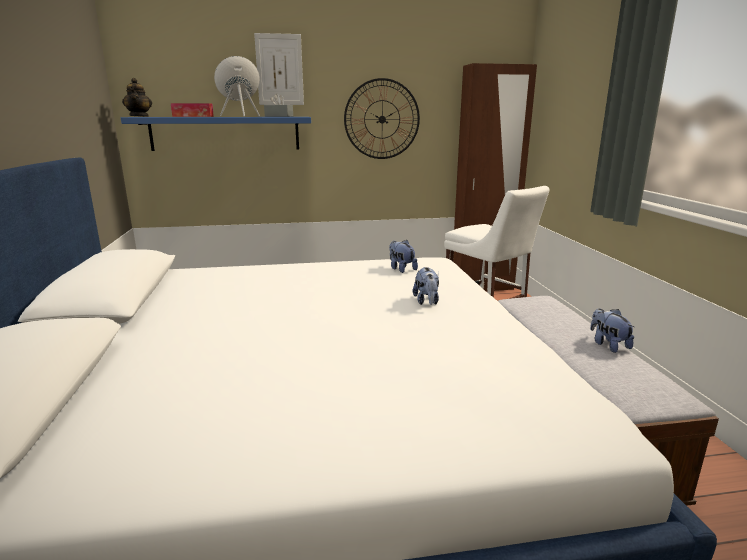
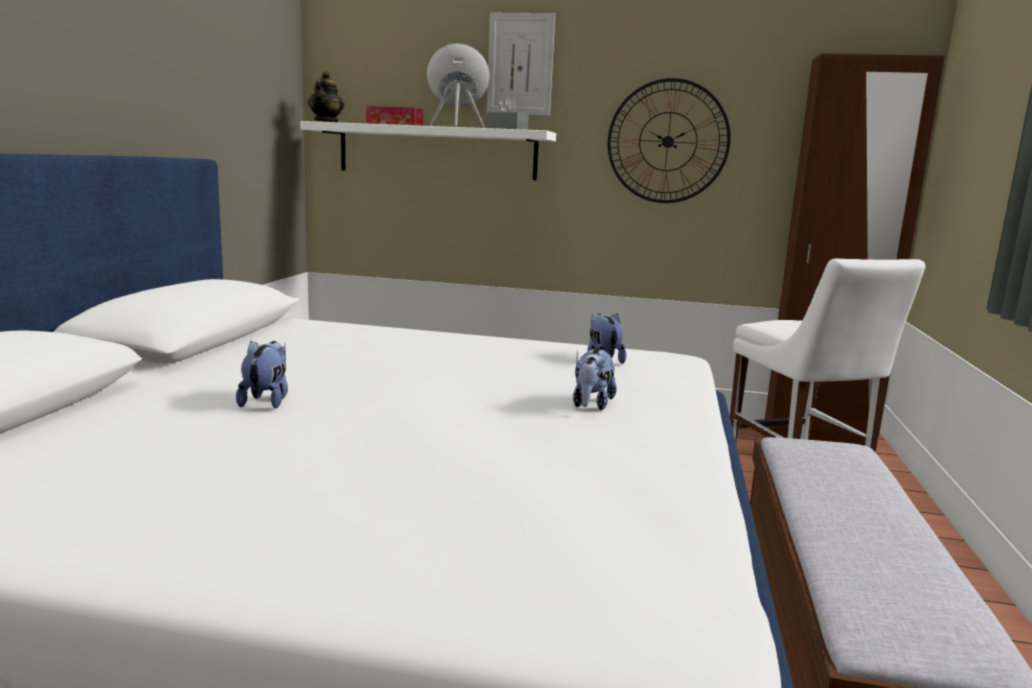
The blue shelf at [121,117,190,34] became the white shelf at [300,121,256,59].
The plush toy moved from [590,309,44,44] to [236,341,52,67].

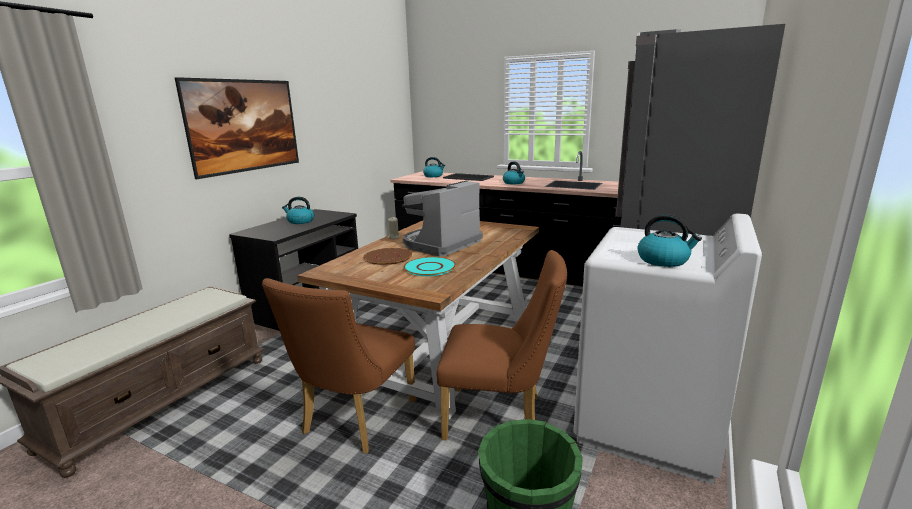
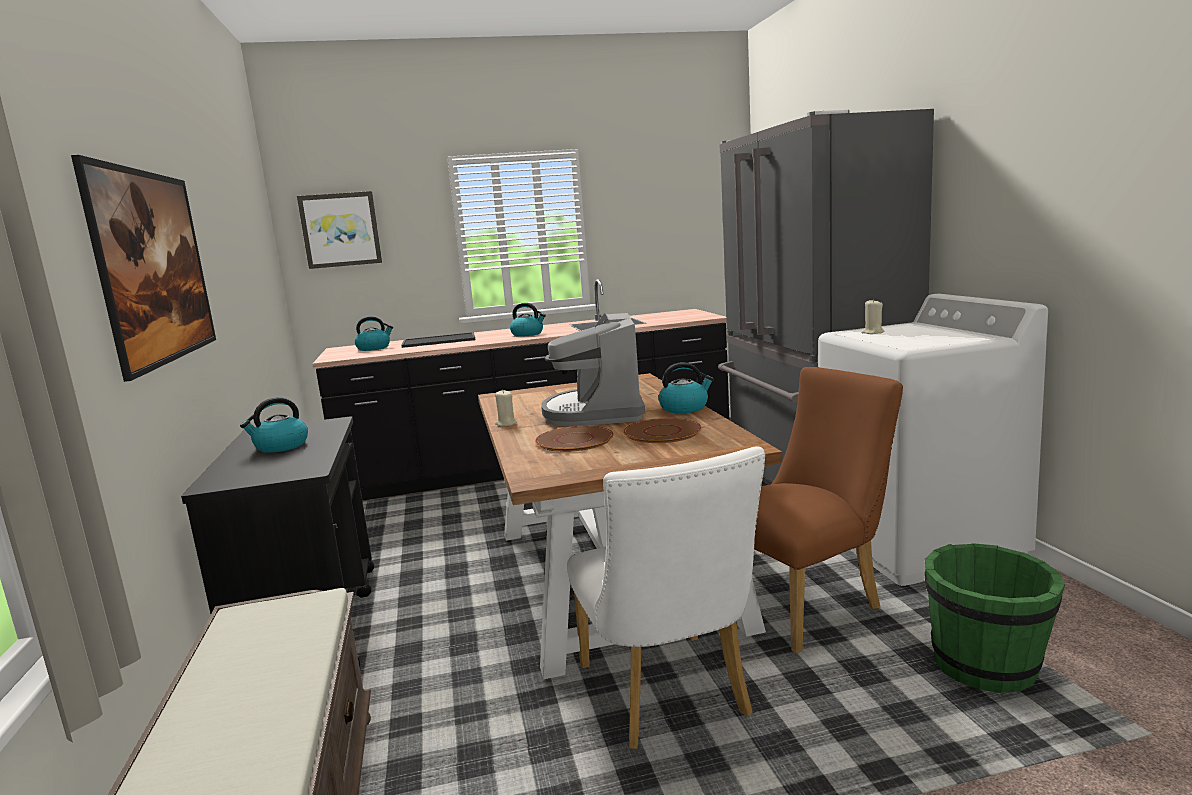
The kettle moved from [638,214,64,53] to [658,362,56,51].
The turquoise plate at [404,257,52,19] became the brown plate at [623,418,79,25].
The brown chair at [262,278,154,176] became the white chair at [567,446,198,303].
The picture at [297,191,85,78] appeared.
The beige candle at [861,299,23,35] appeared.

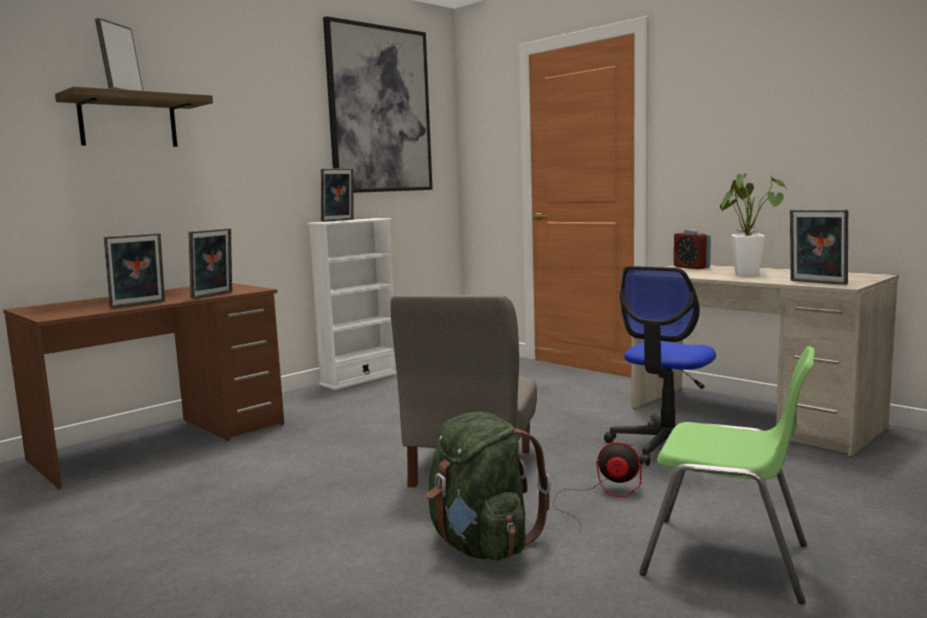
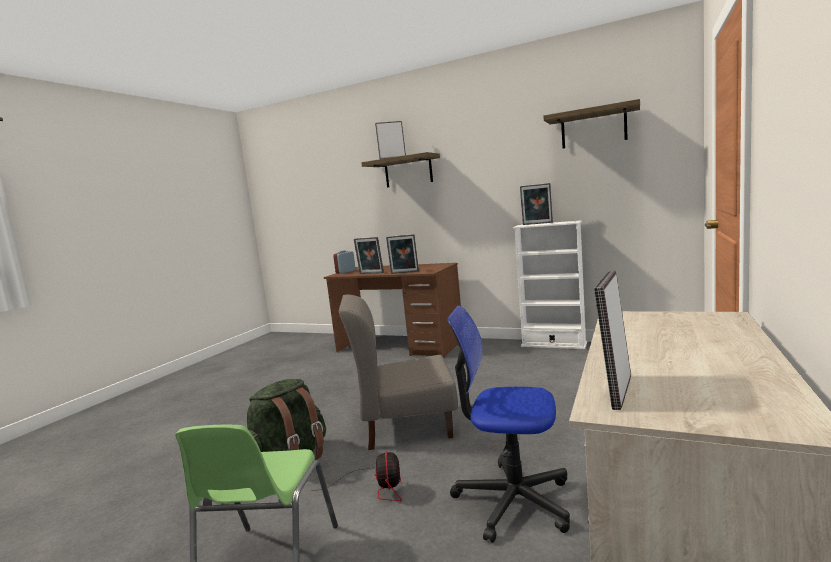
The picture at [323,16,110,177] was replaced by the shelf at [543,99,97,50].
The potted plant at [720,173,67,103] disappeared.
The alarm clock moved from [674,229,37,40] to [333,250,23,24].

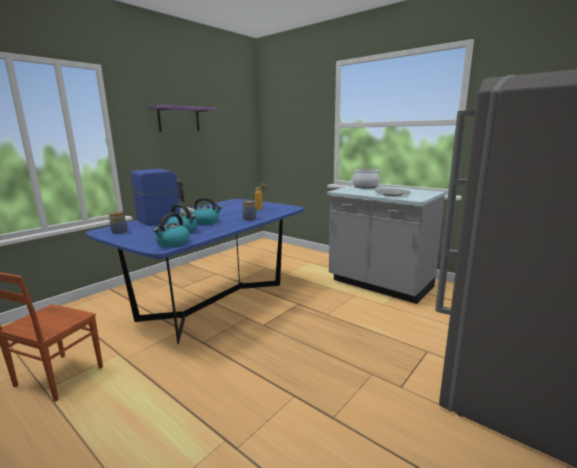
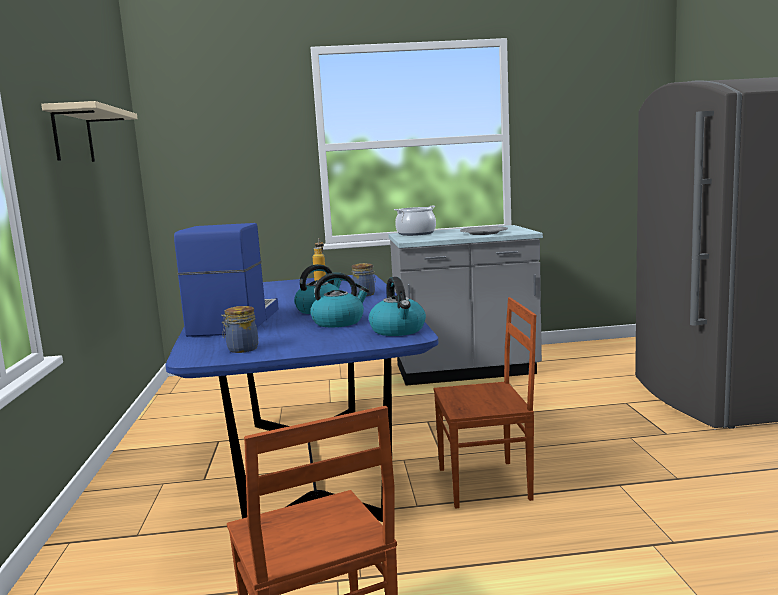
The purple shelf at [148,105,69,26] became the beige shelf at [41,101,96,61].
The brown chair at [433,297,103,212] appeared.

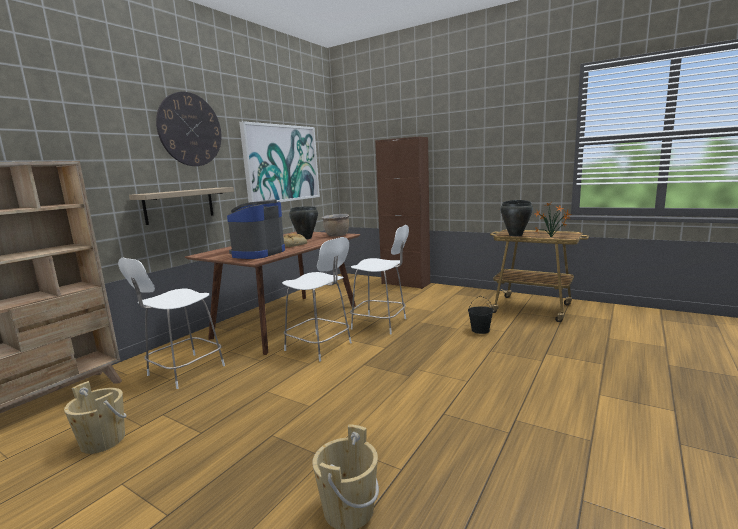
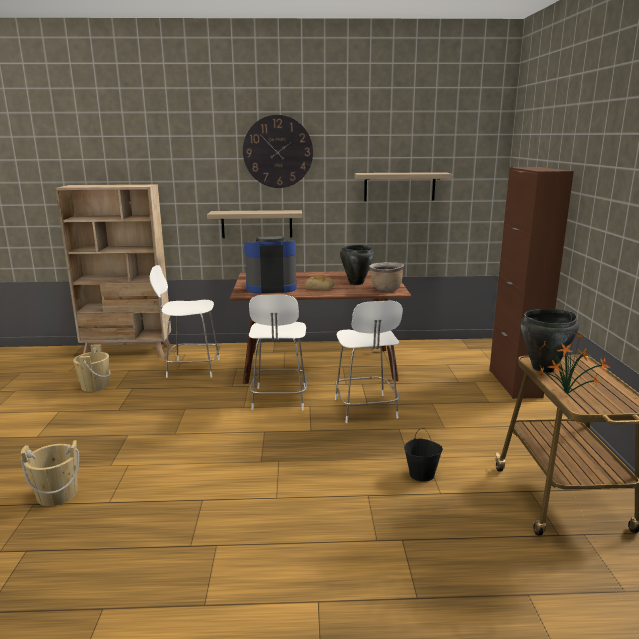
The picture at [239,121,81,81] was replaced by the shelf at [354,172,98,29].

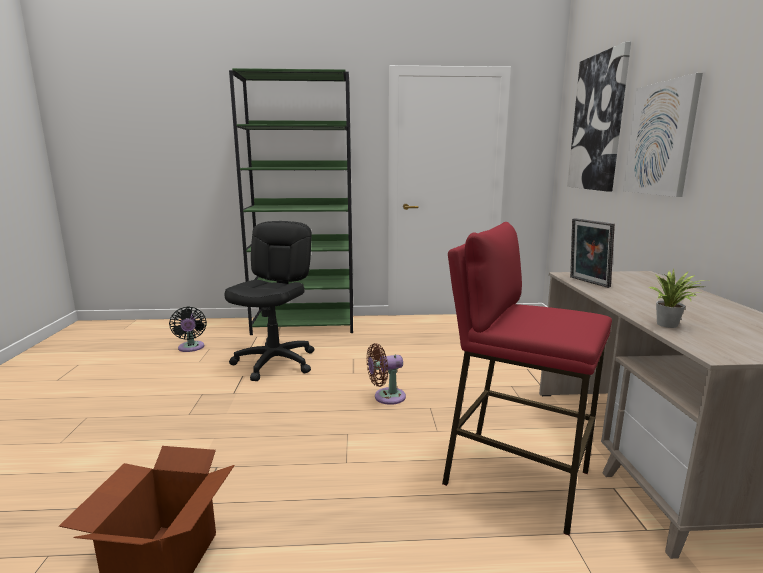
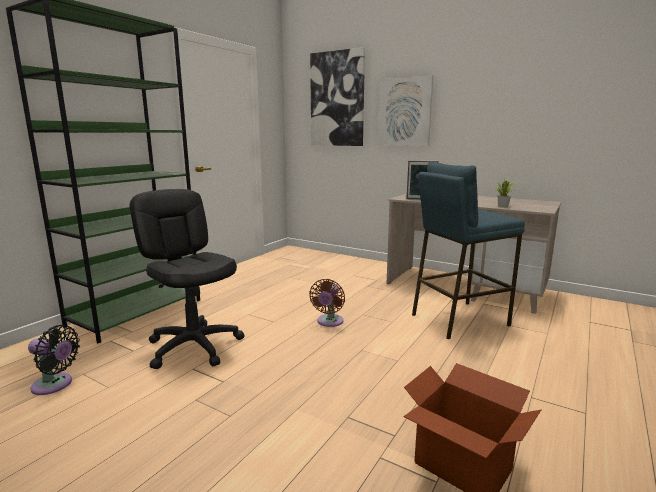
The red stool at [442,222,170,314] became the blue stool at [412,162,113,177].

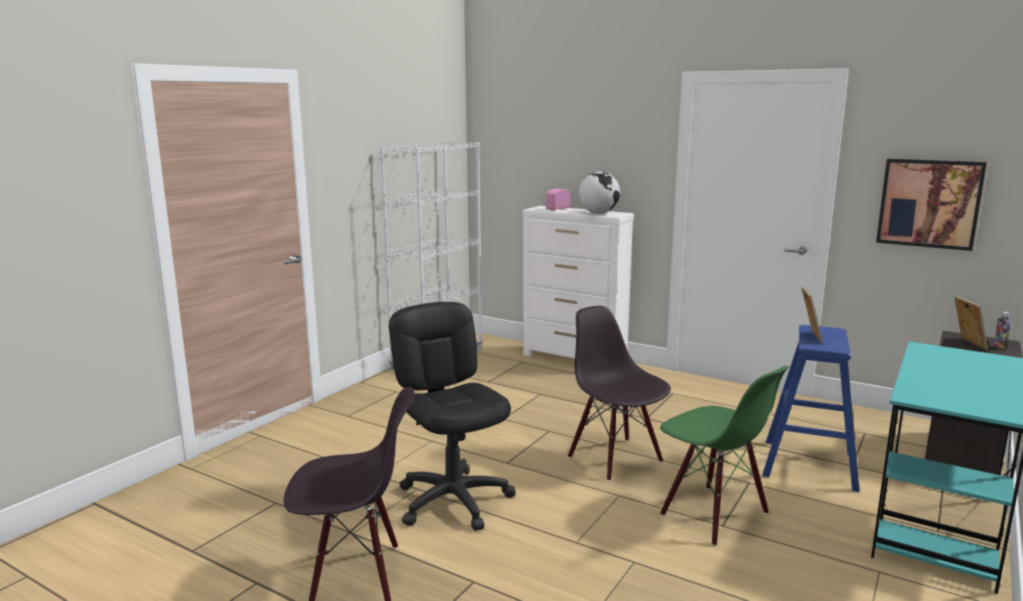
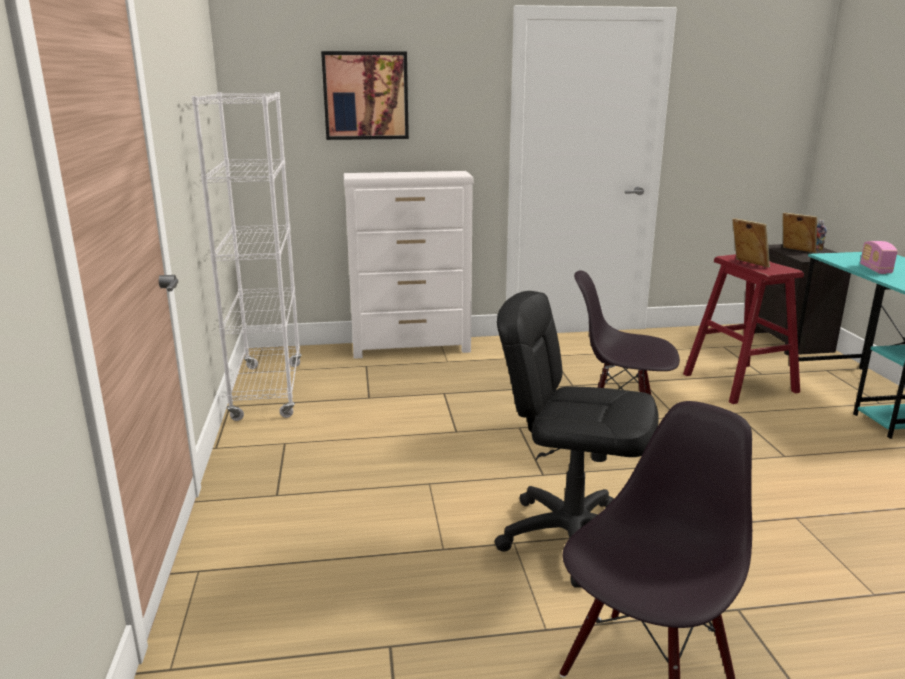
The picture moved from [876,159,111,92] to [321,51,88,89].
The globe at [578,172,42,42] disappeared.
The radio moved from [546,189,24,22] to [860,241,38,33].
The blue stool at [762,325,98,167] became the red stool at [683,254,121,150].
The green chair at [660,366,129,180] disappeared.

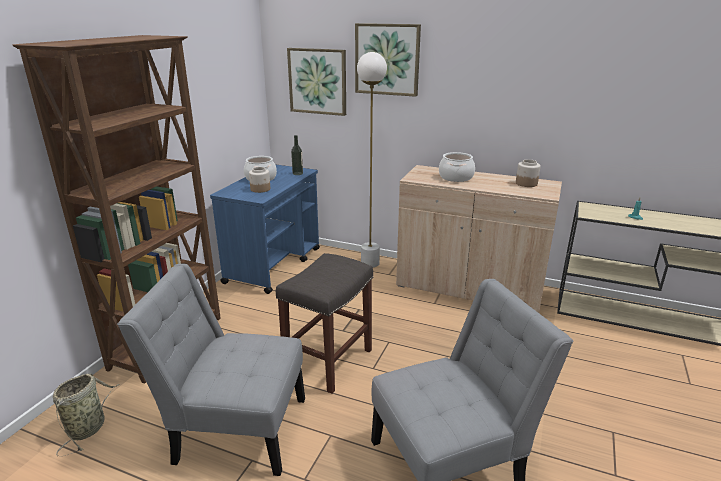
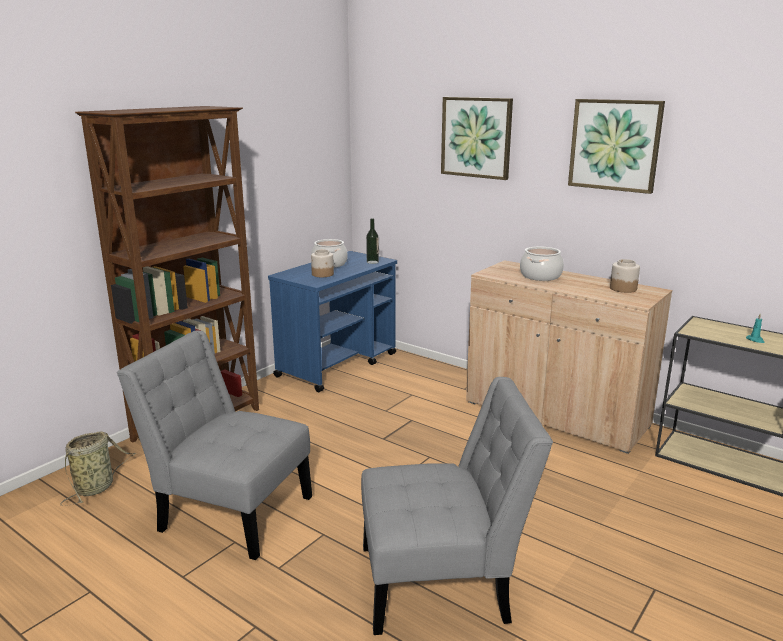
The picture moved from [287,48,59,68] to [568,99,97,95].
The white floor lamp at [357,52,30,216] disappeared.
The grey stool at [276,253,97,141] disappeared.

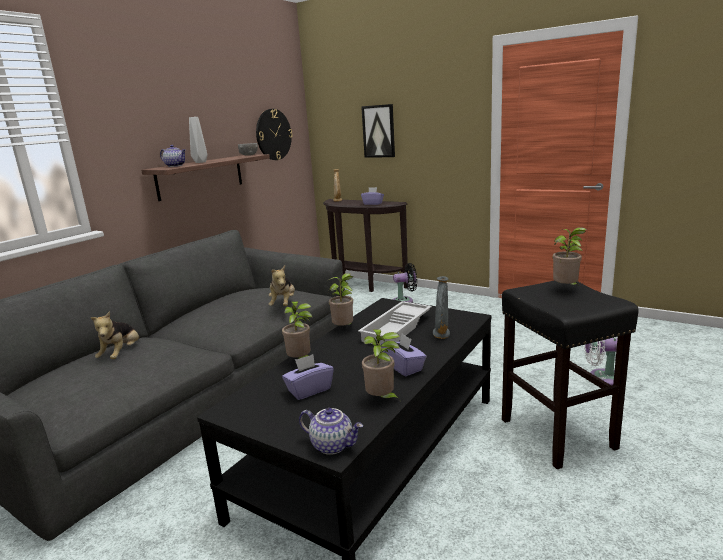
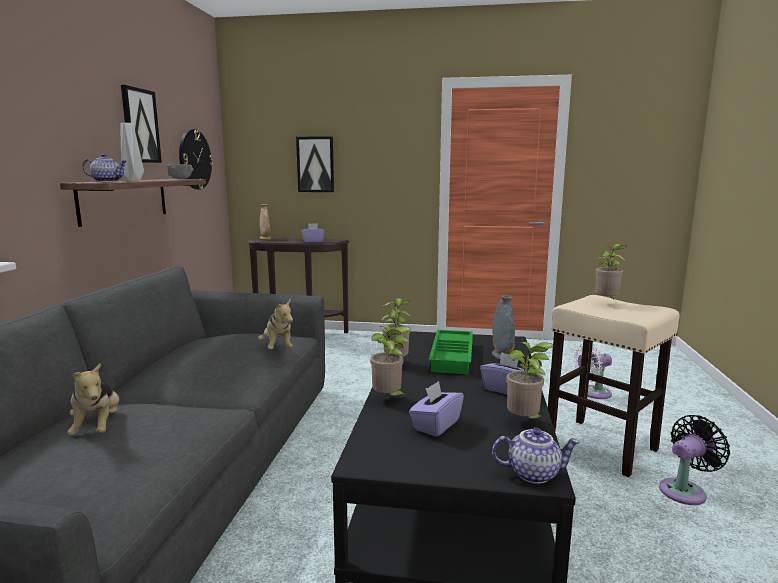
The black fan moved from [393,263,24,40] to [659,415,71,90].
The black stool at [502,280,137,189] became the beige stool at [548,295,132,182].
The white tray at [358,301,74,44] became the green tray at [429,330,44,44].
The picture at [121,85,41,78] appeared.

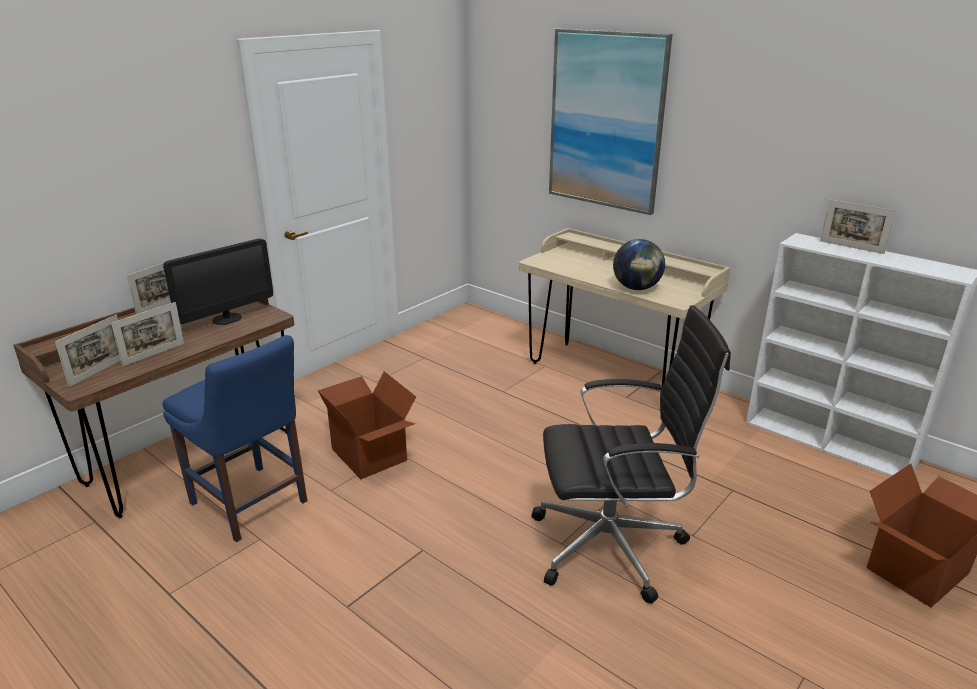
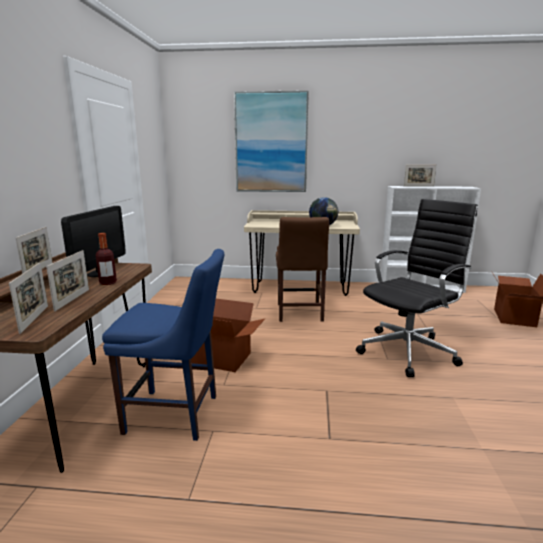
The brown chair at [276,217,53,105] appeared.
The bottle at [96,233,21,52] appeared.

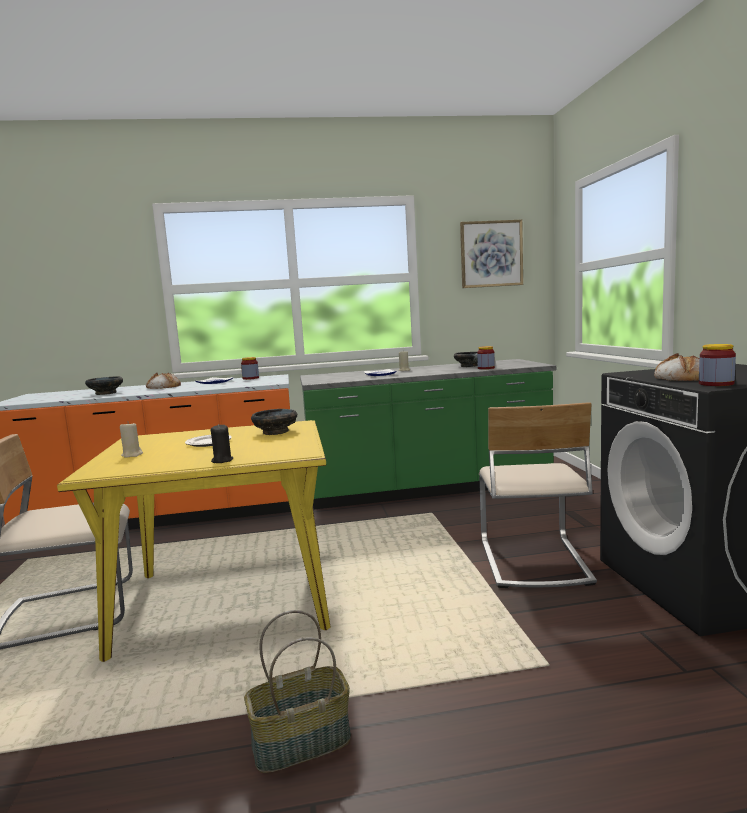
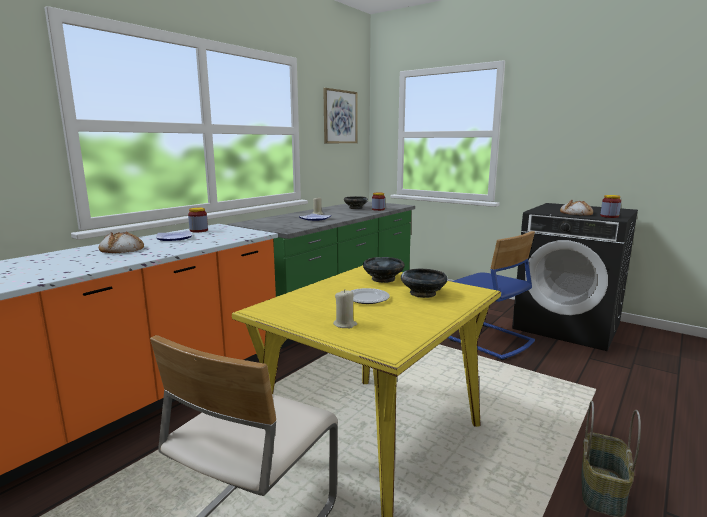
The black bowl moved from [85,376,38,19] to [401,269,47,29].
The beige chair at [479,402,118,186] became the blue chair at [448,231,87,129].
The black candle at [211,424,22,39] disappeared.

